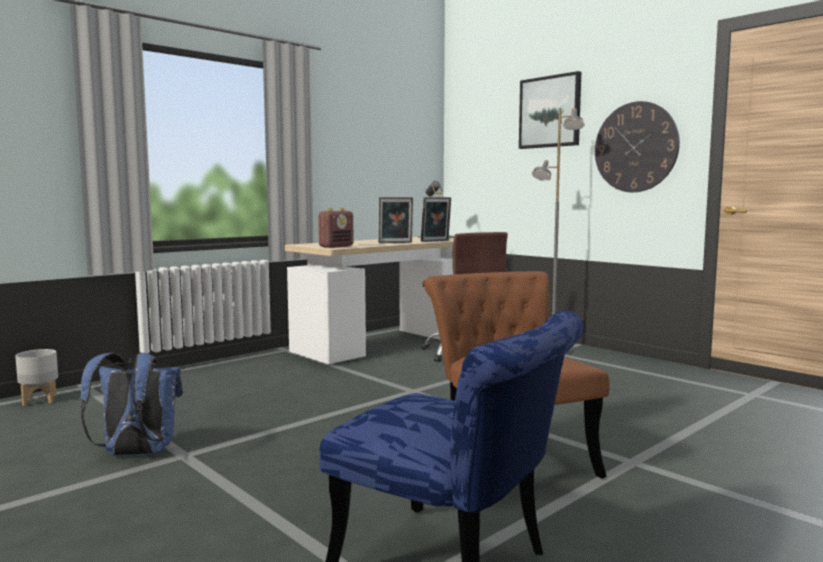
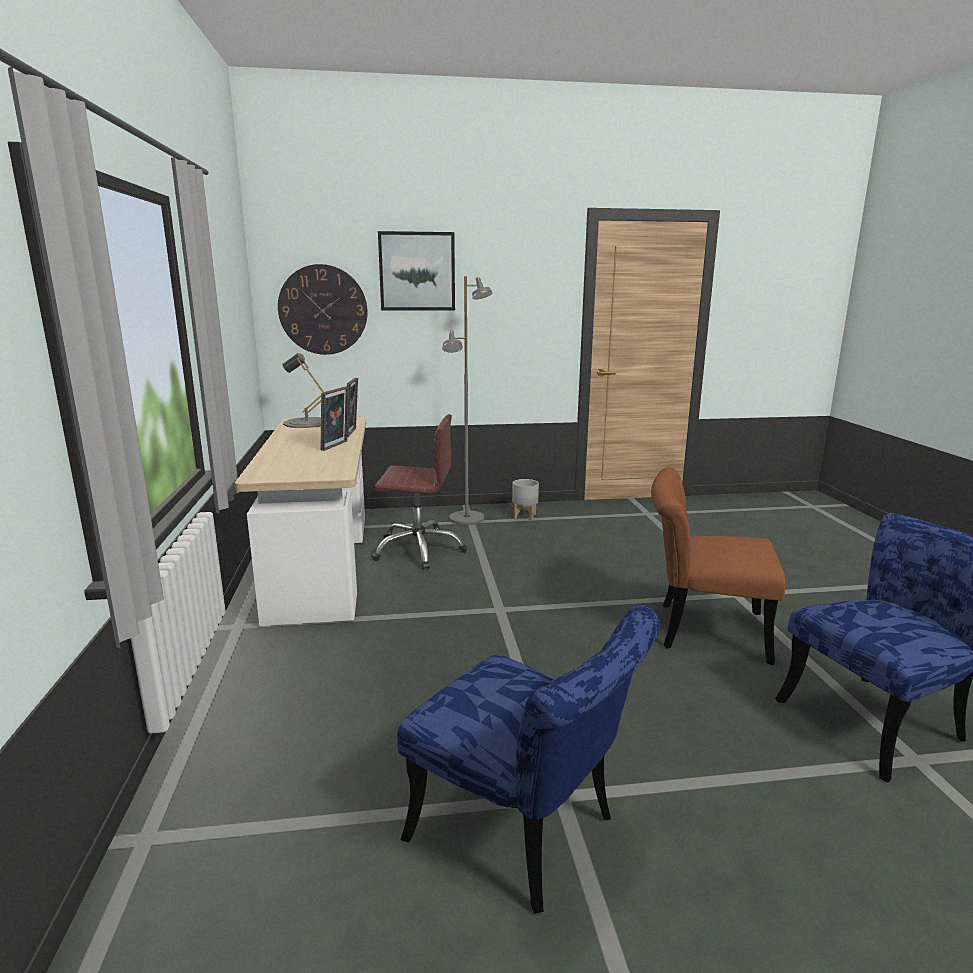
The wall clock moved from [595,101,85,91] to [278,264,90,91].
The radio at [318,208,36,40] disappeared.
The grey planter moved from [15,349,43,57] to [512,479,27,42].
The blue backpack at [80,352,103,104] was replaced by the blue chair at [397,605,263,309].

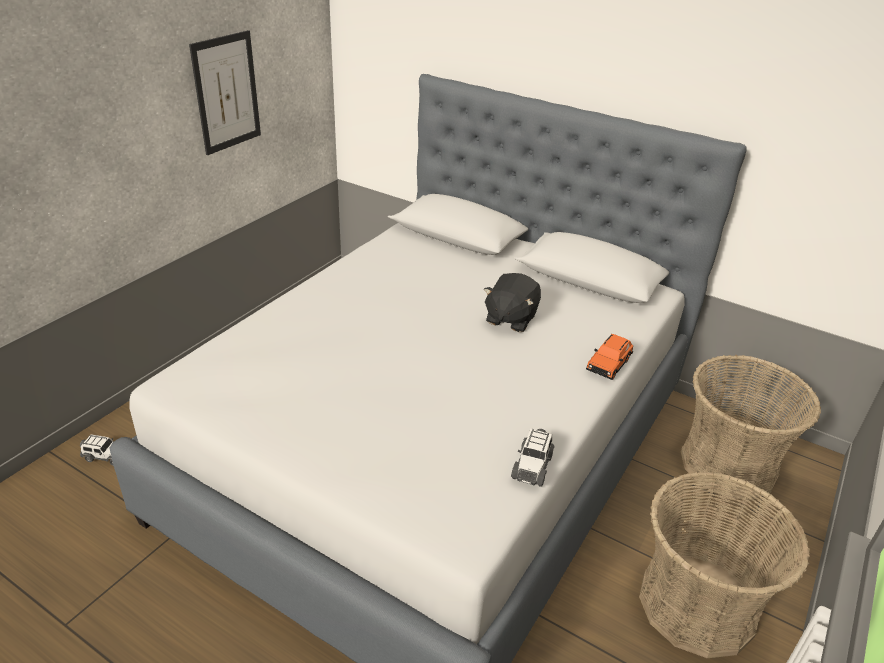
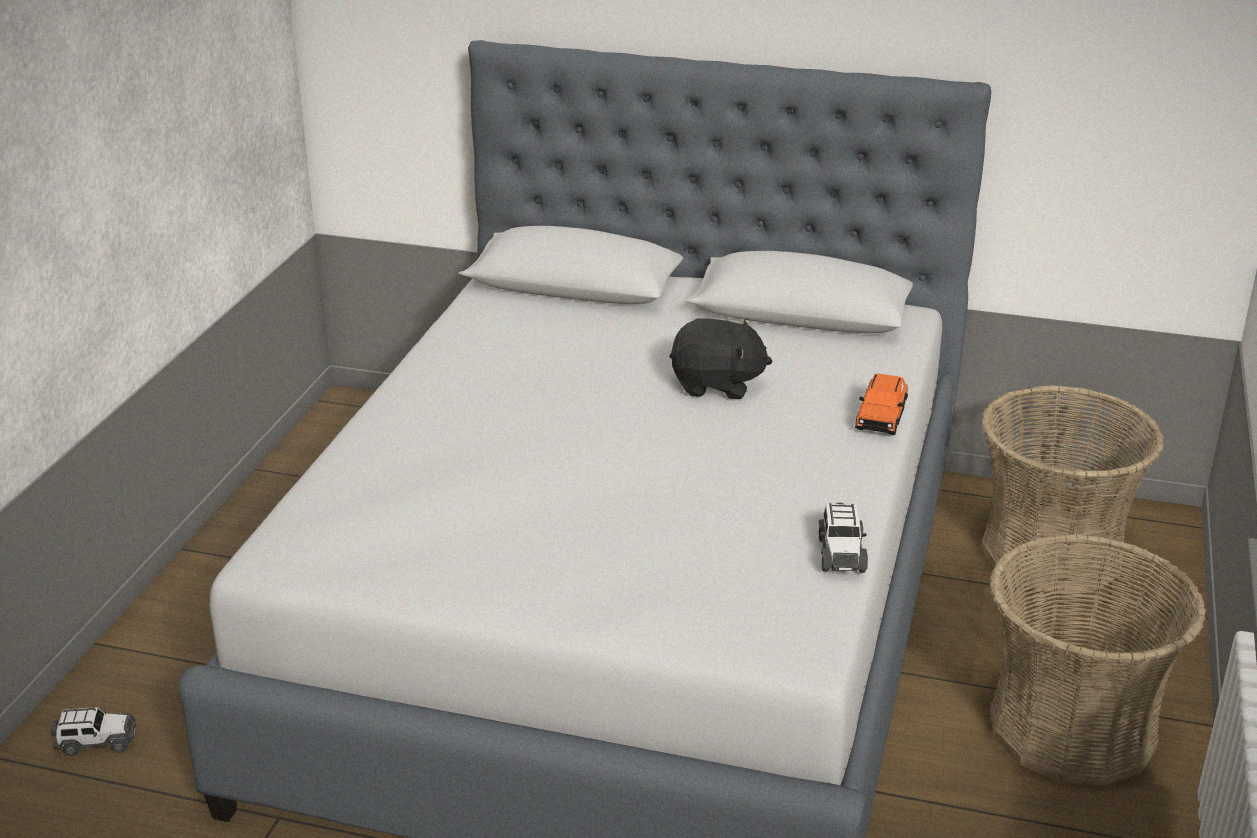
The picture at [189,30,72,125] disappeared.
The black plush toy at [483,273,58,59] turned 90 degrees counterclockwise.

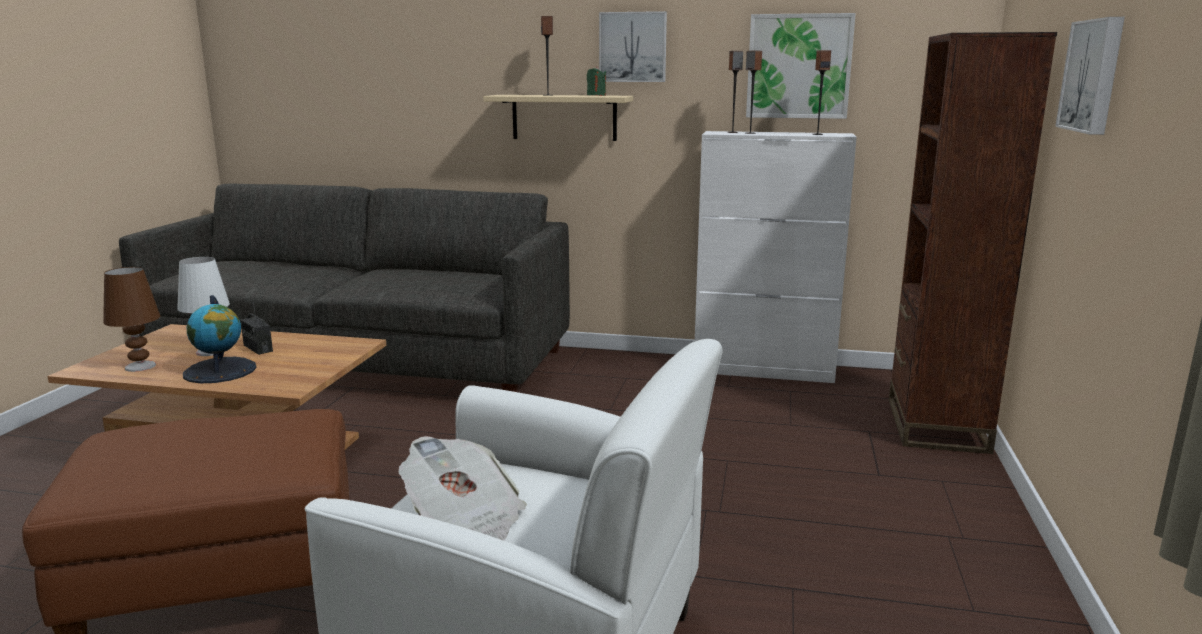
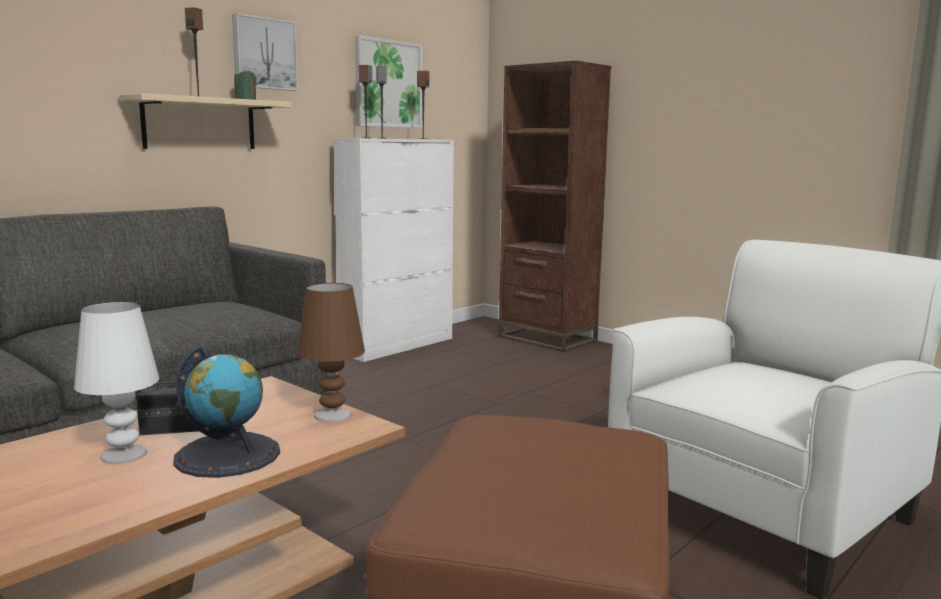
The picture at [1055,17,70,118] disappeared.
The brown table lamp moved from [103,267,57,105] to [297,283,68,139].
The newspaper at [399,436,128,105] disappeared.

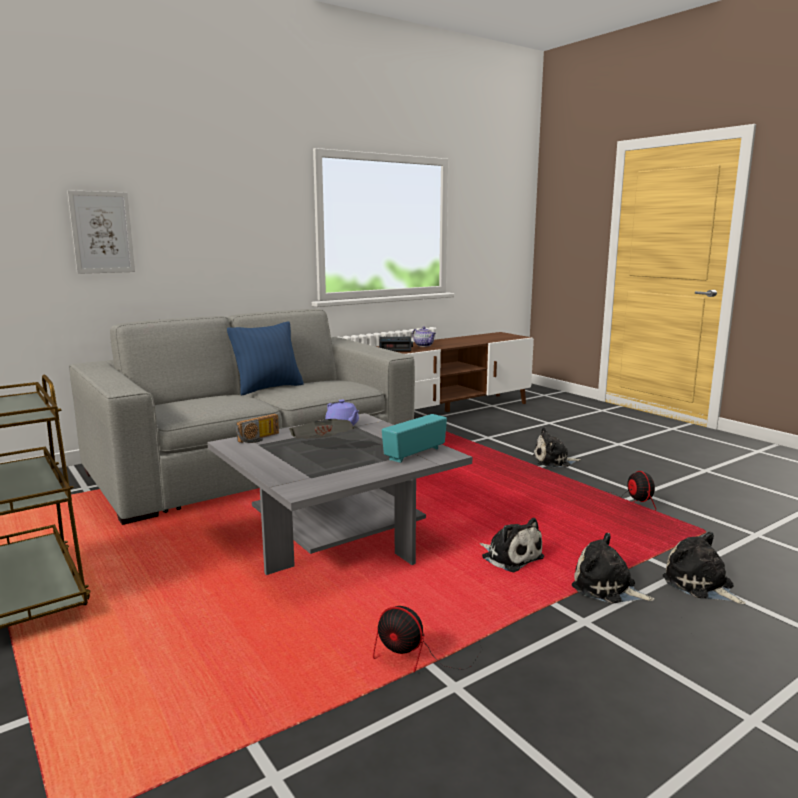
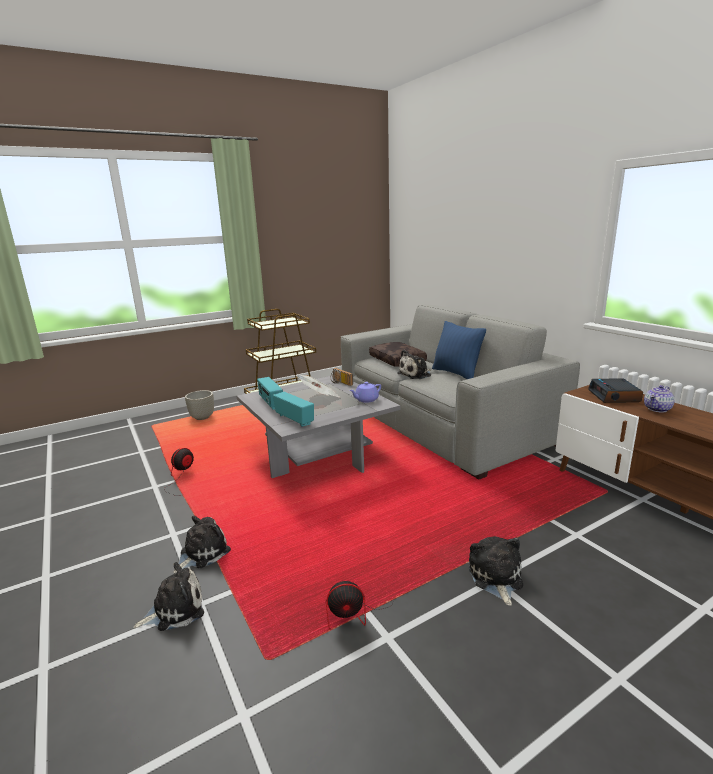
The picture at [67,190,68,84] disappeared.
The plush toy moved from [479,518,65,54] to [397,350,34,29].
The brown pillow at [369,342,58,25] appeared.
The radio at [257,377,26,33] appeared.
The grey planter at [185,390,29,30] appeared.

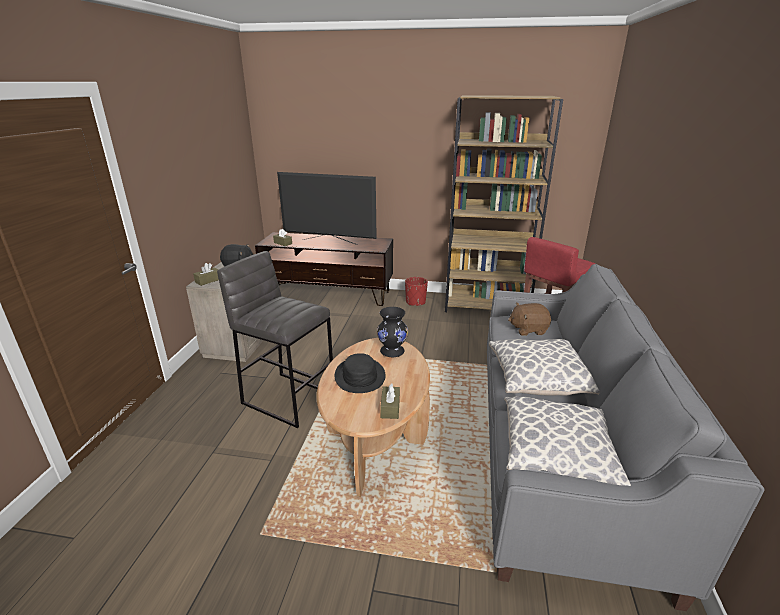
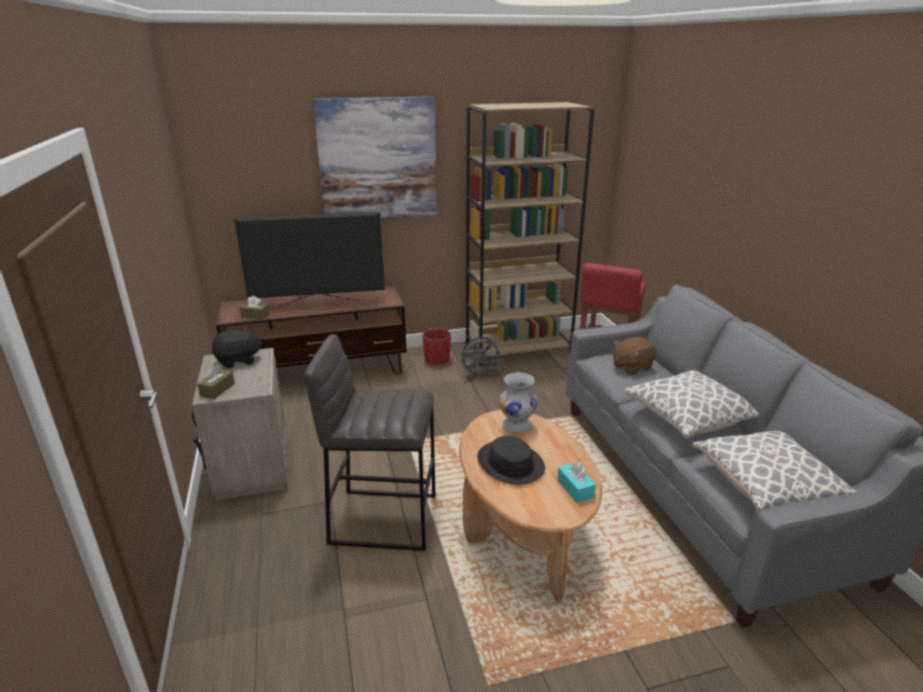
The black vase at [377,307,31,50] became the white vase at [499,372,38,61].
The brown tissue box at [380,383,20,36] became the turquoise tissue box at [557,461,39,42].
The picture at [313,96,124,124] appeared.
The grey fan at [460,337,43,41] appeared.

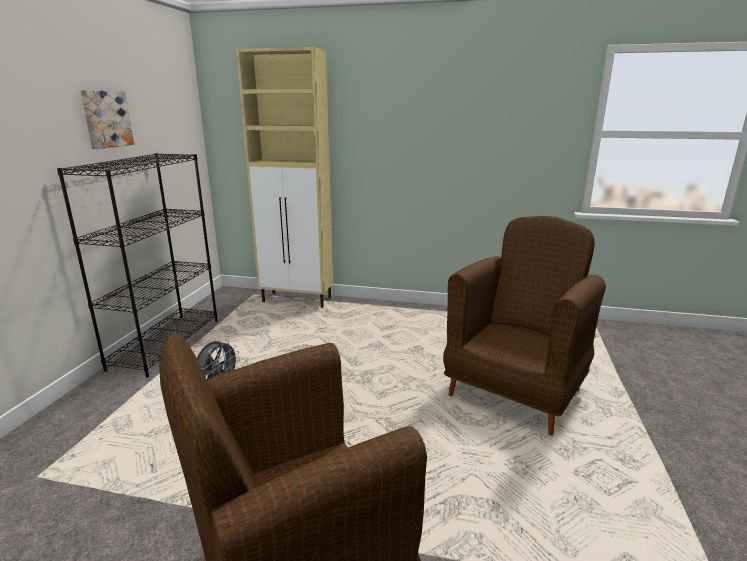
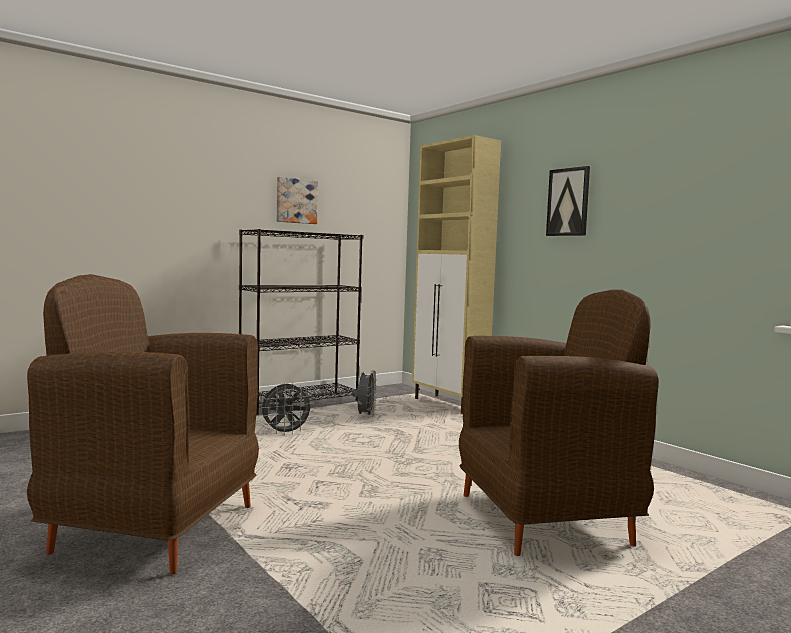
The picture at [546,166,44,70] appeared.
The grey fan at [352,370,25,47] appeared.

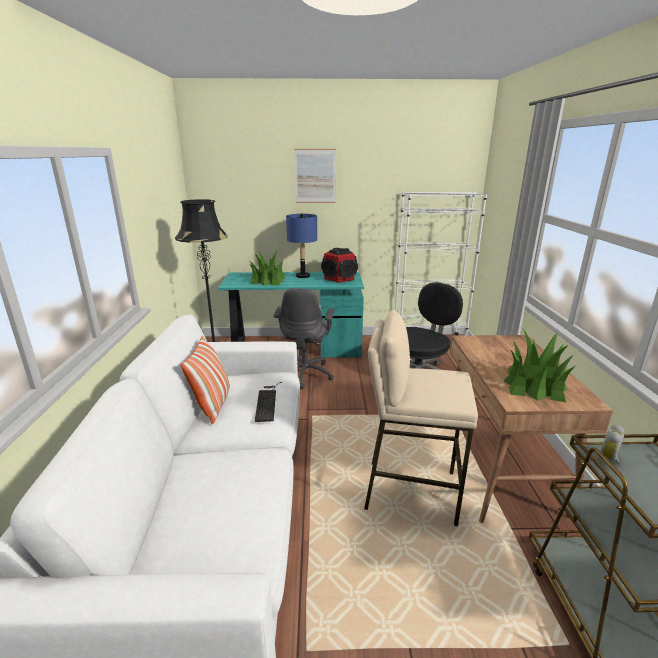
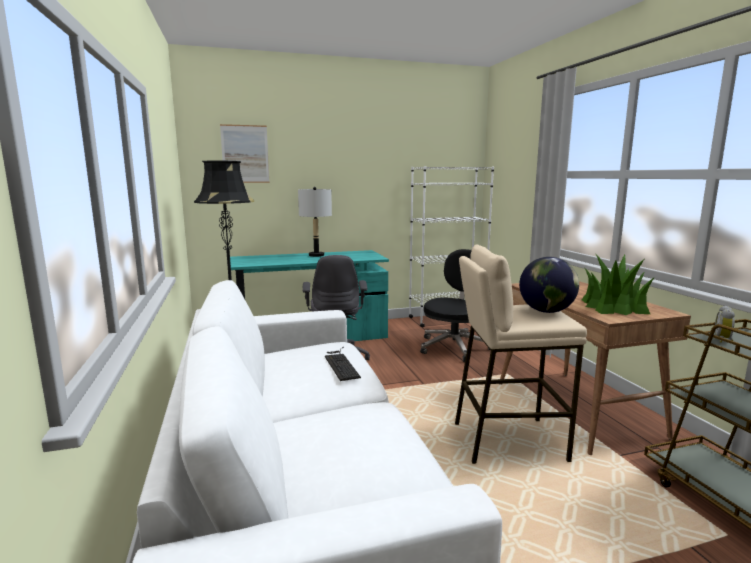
The picture moved from [294,149,42,54] to [220,124,49,59].
The blue table lamp at [286,213,31,65] became the grey table lamp at [298,187,34,70].
The speaker at [321,248,37,35] disappeared.
The potted plant at [250,251,35,35] disappeared.
The pillow at [181,335,49,89] disappeared.
The globe at [519,257,60,56] appeared.

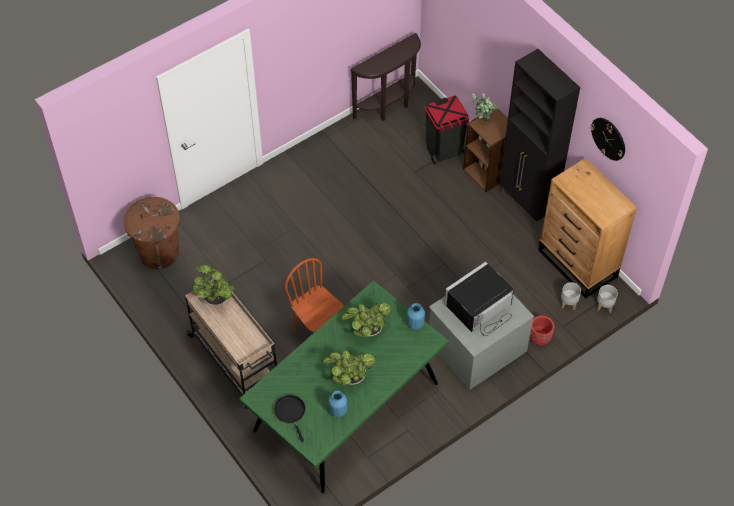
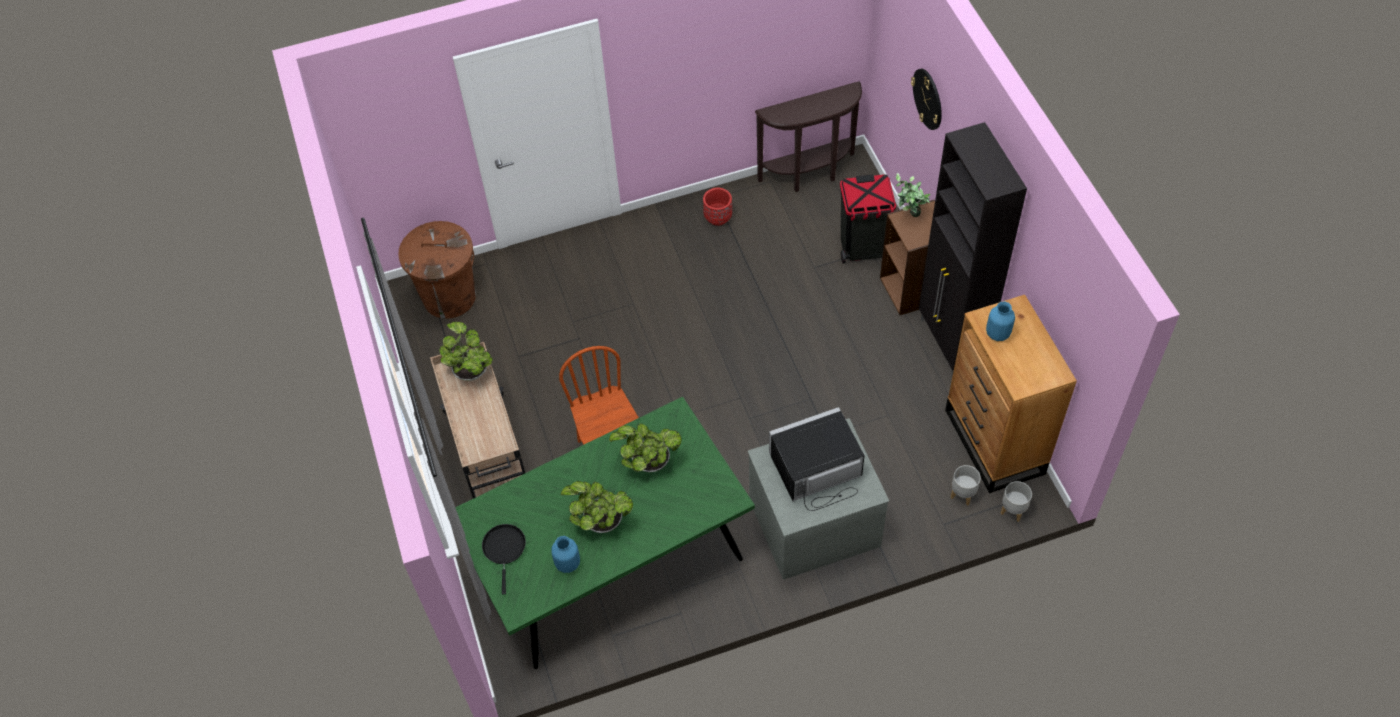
The wall clock moved from [590,118,35,43] to [911,69,31,61].
The blue vase moved from [407,303,18,27] to [986,302,29,39].
The red planter moved from [530,316,24,29] to [703,188,29,38].

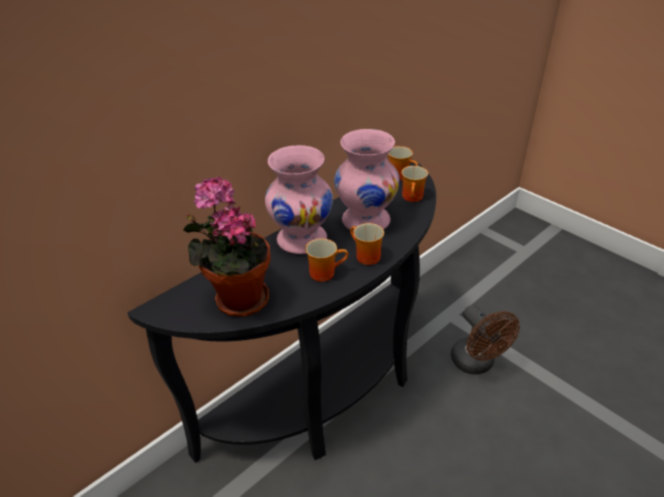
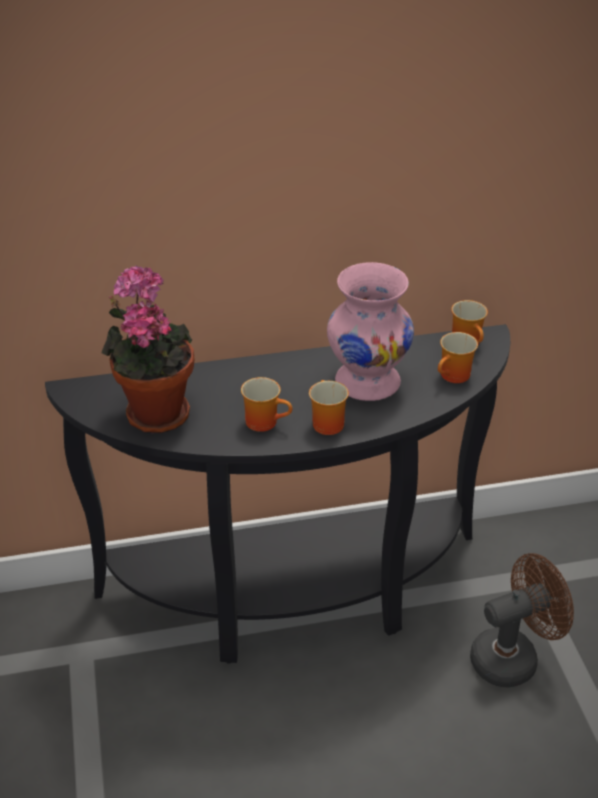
The pink vase at [265,145,68,109] disappeared.
The brown fan at [451,305,69,70] turned 120 degrees counterclockwise.

